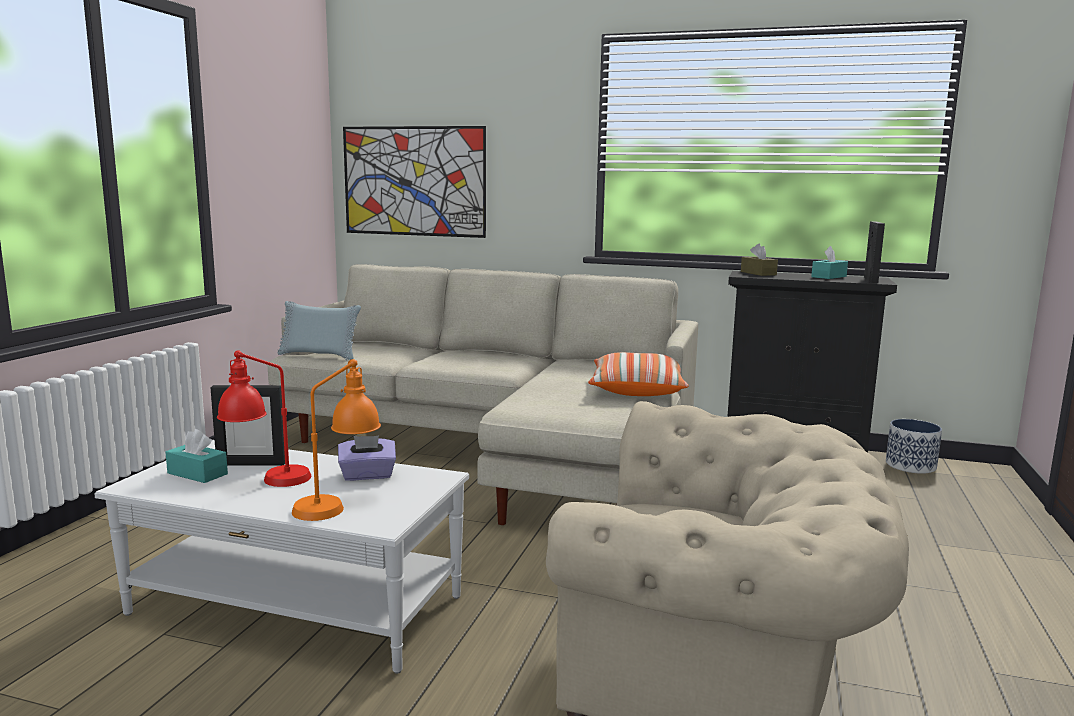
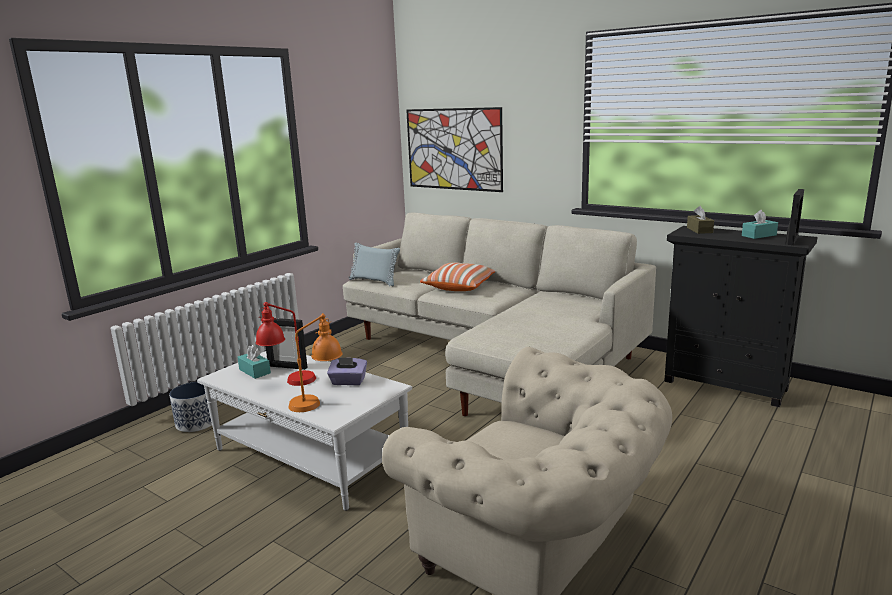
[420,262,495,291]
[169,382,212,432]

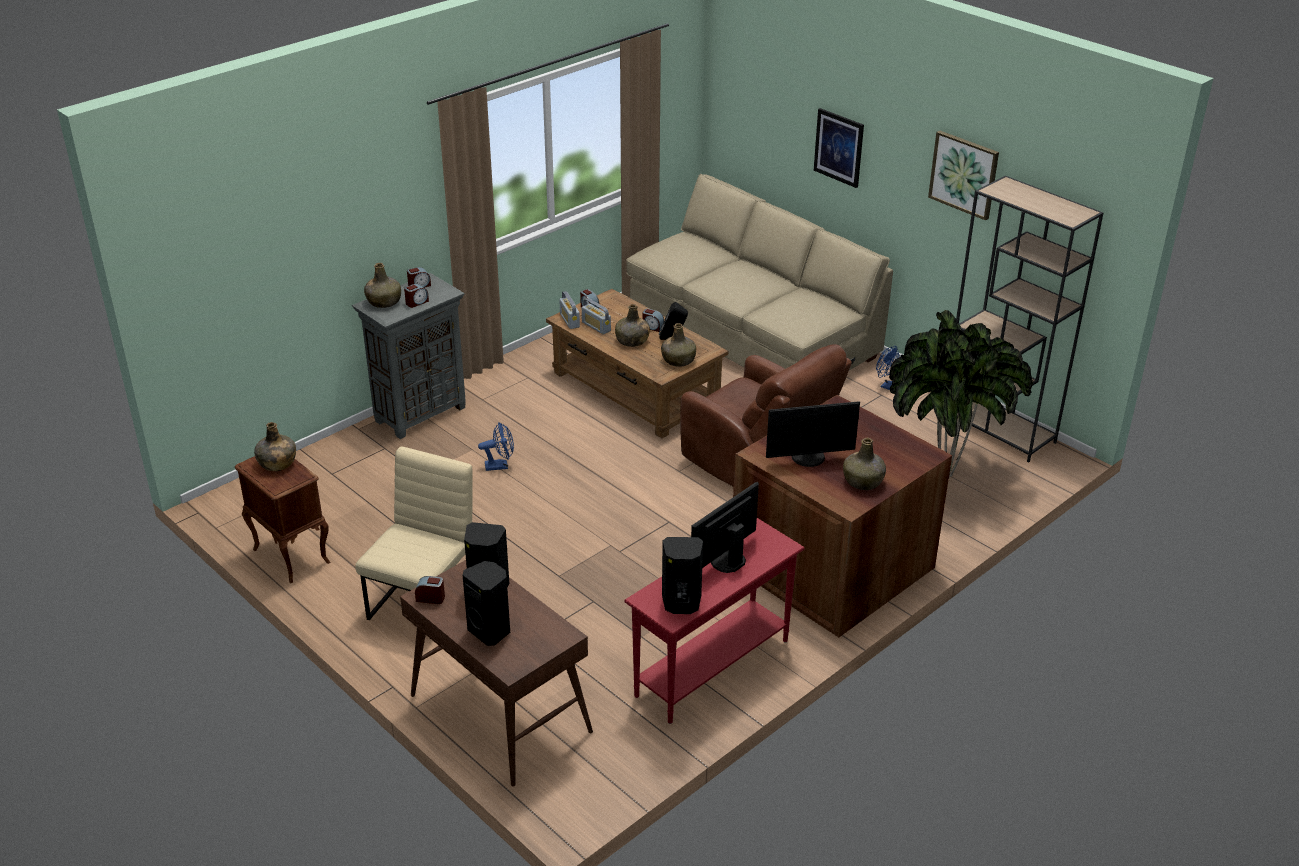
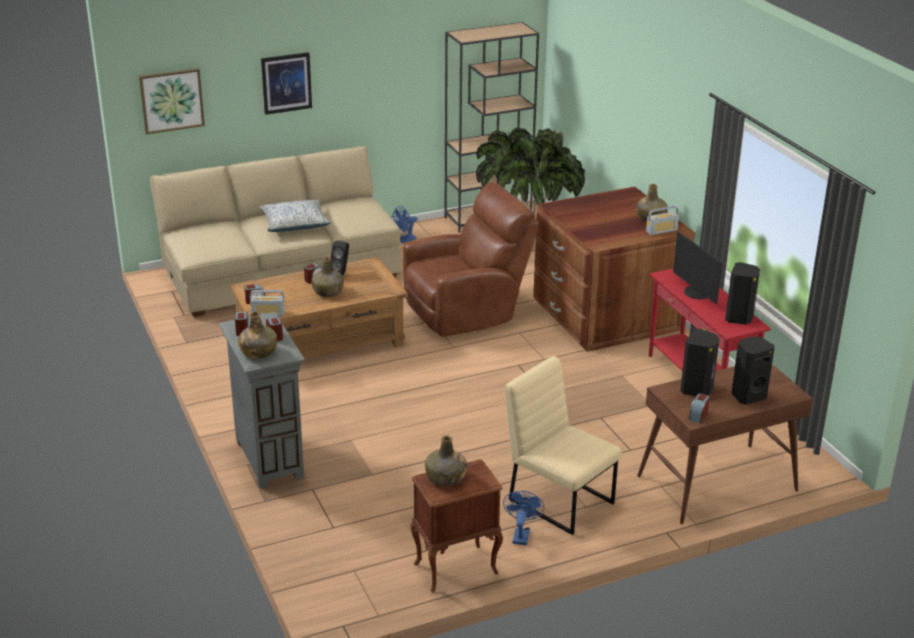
[139,68,205,134]
[646,206,679,235]
[661,323,696,367] (first image)
[766,401,860,467] (first image)
[503,491,544,545]
[259,199,331,232]

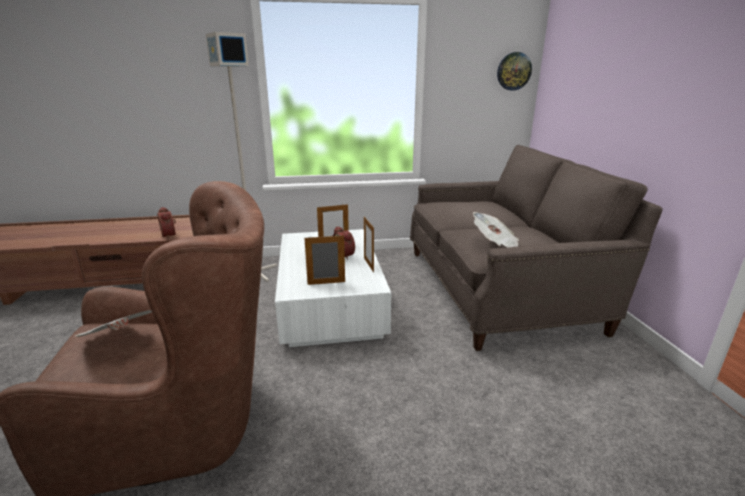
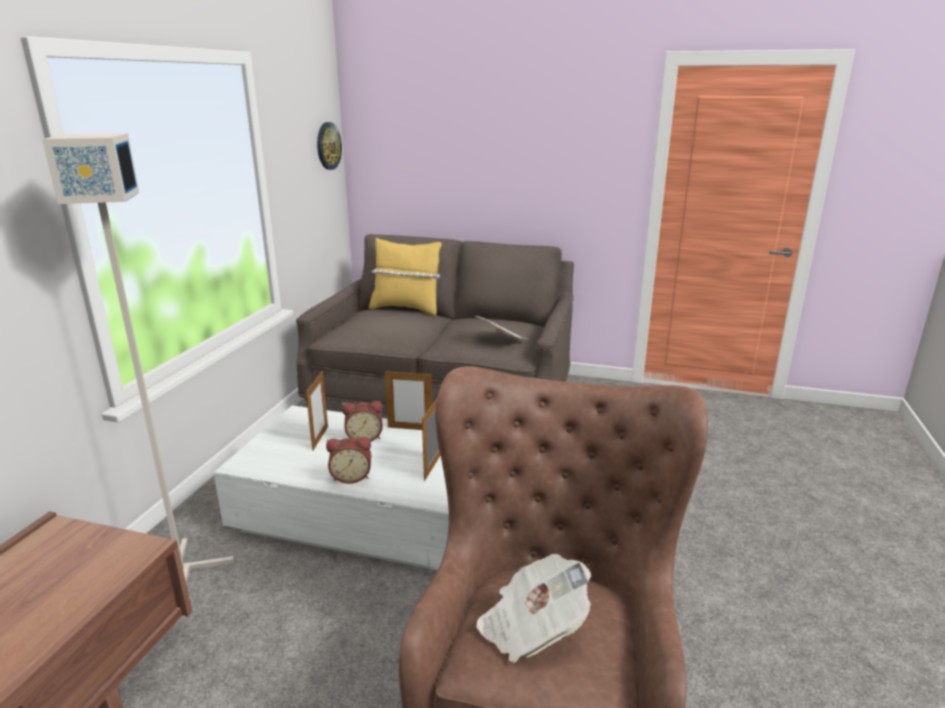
[326,437,371,484]
[369,238,442,316]

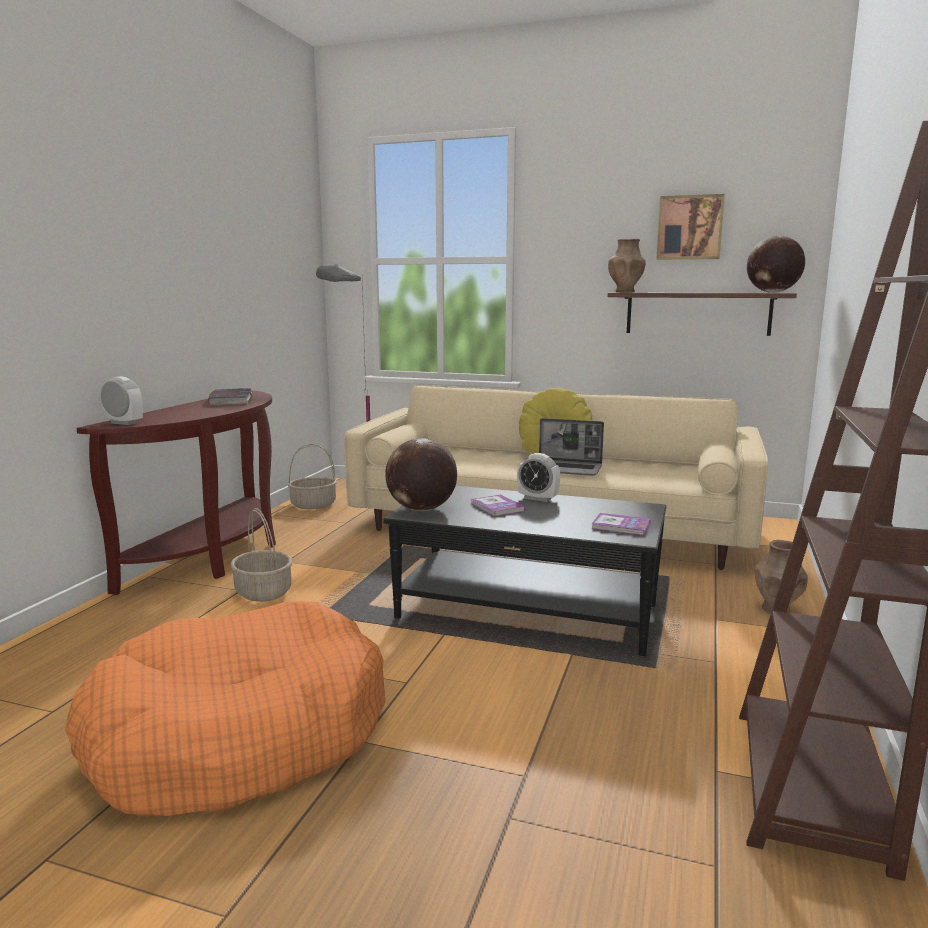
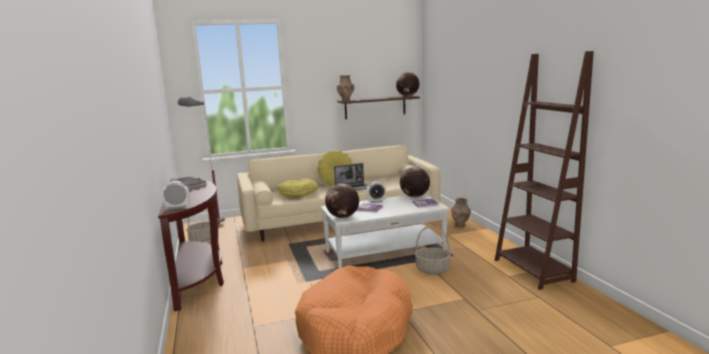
[656,194,725,260] (first image)
[321,194,450,269]
[415,226,451,275]
[400,167,430,197]
[277,179,318,197]

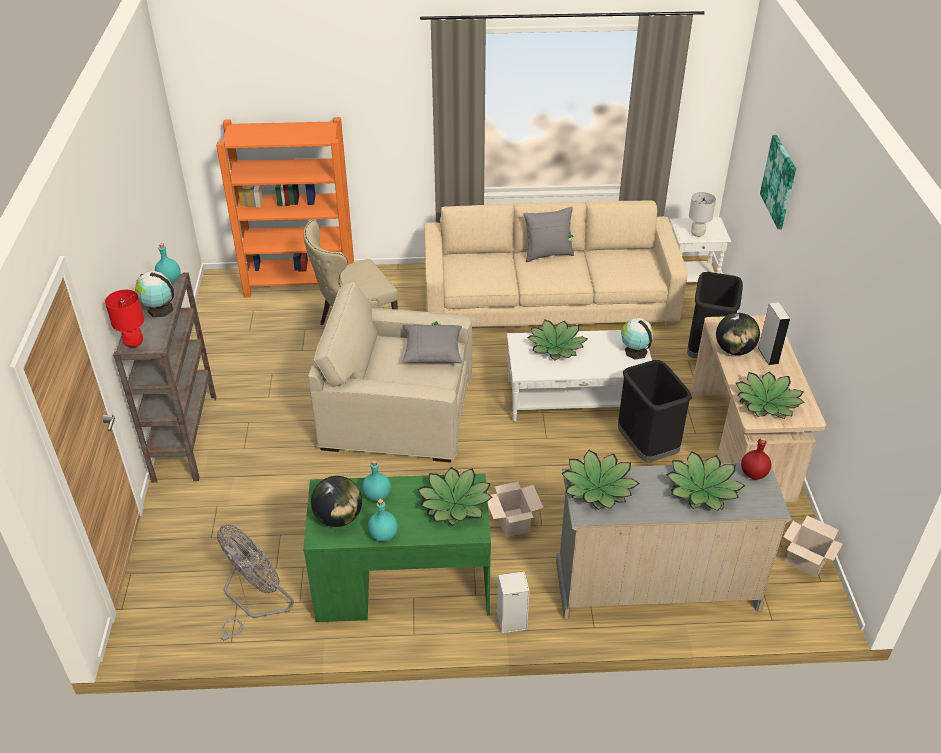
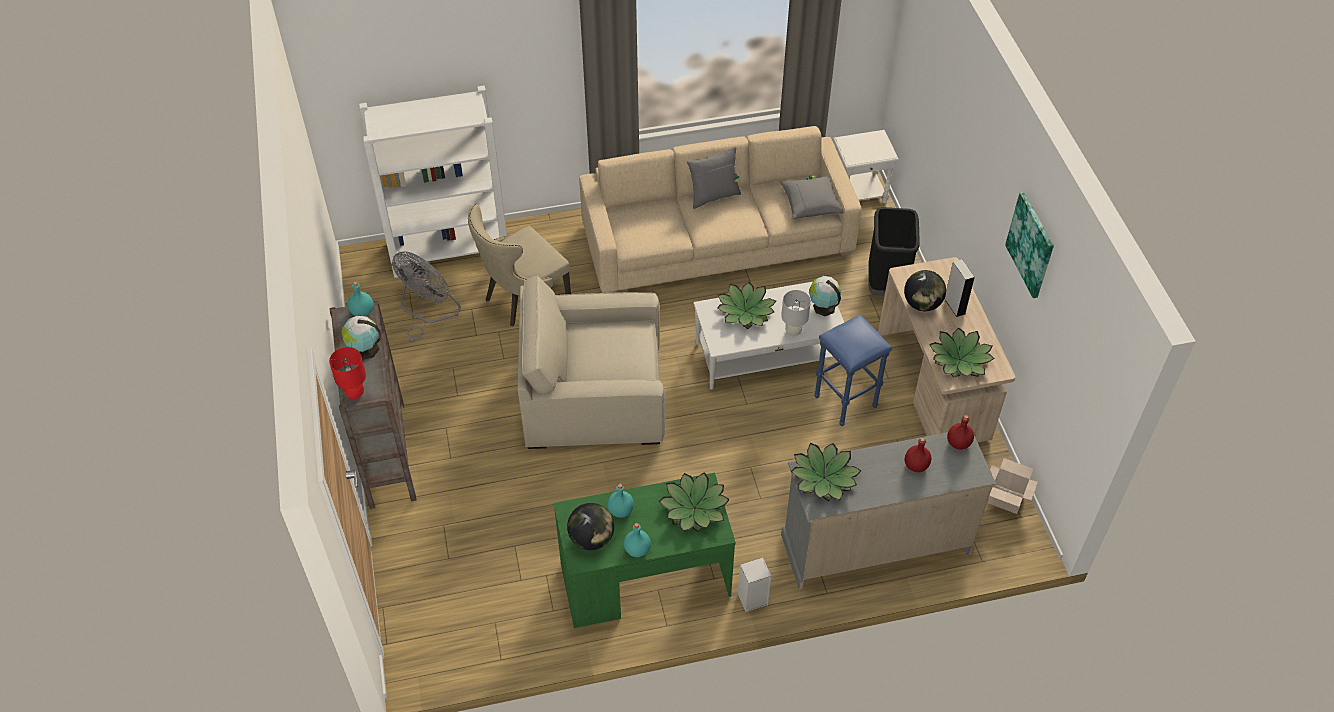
[359,86,507,278]
[1005,192,1054,298]
[781,290,811,336]
[780,175,844,219]
[814,315,892,426]
[905,438,931,472]
[488,482,544,537] (first image)
[391,251,461,343]

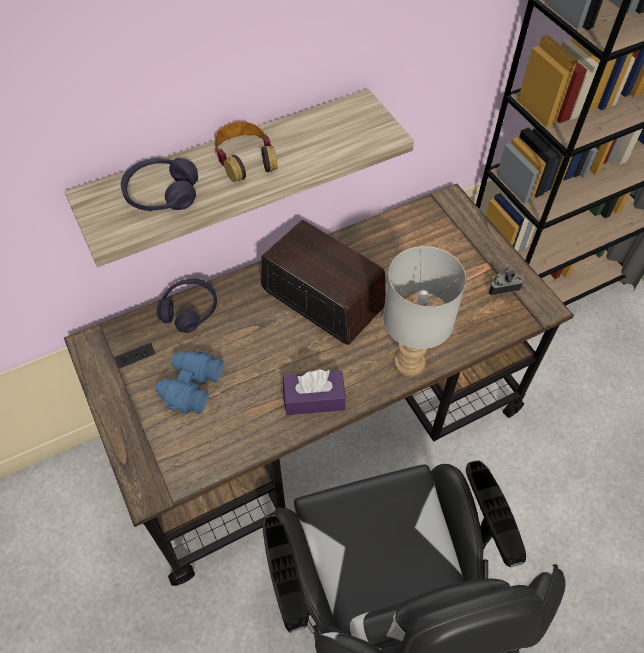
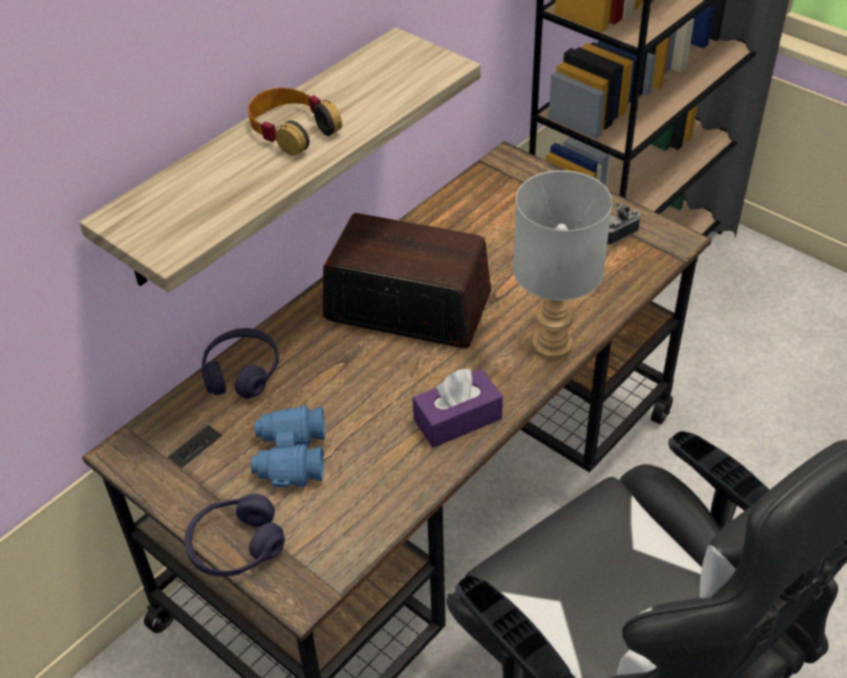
[184,494,285,577]

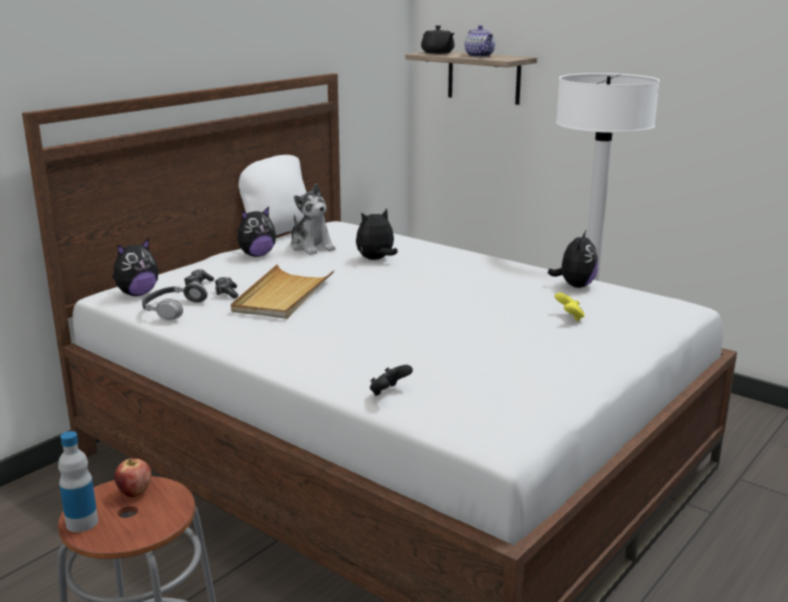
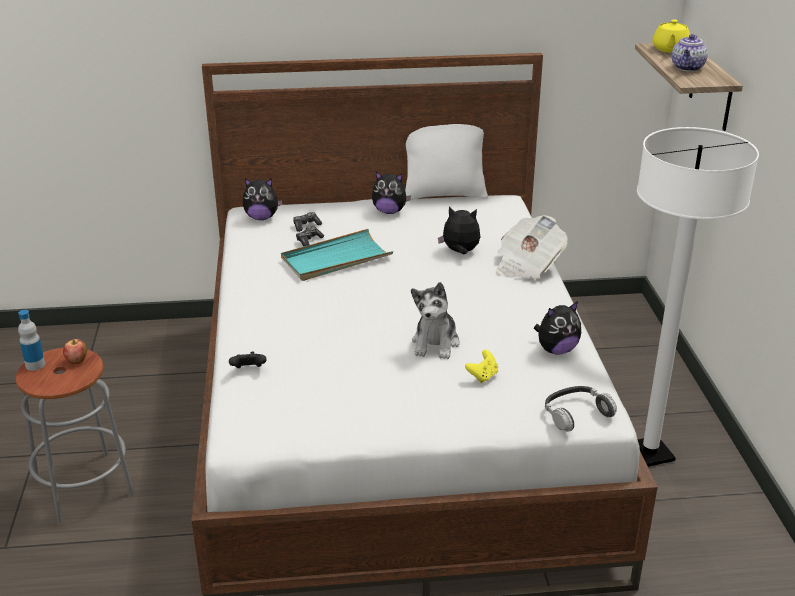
[652,19,690,53]
[411,282,460,359]
[281,229,393,281]
[545,386,617,432]
[496,215,568,279]

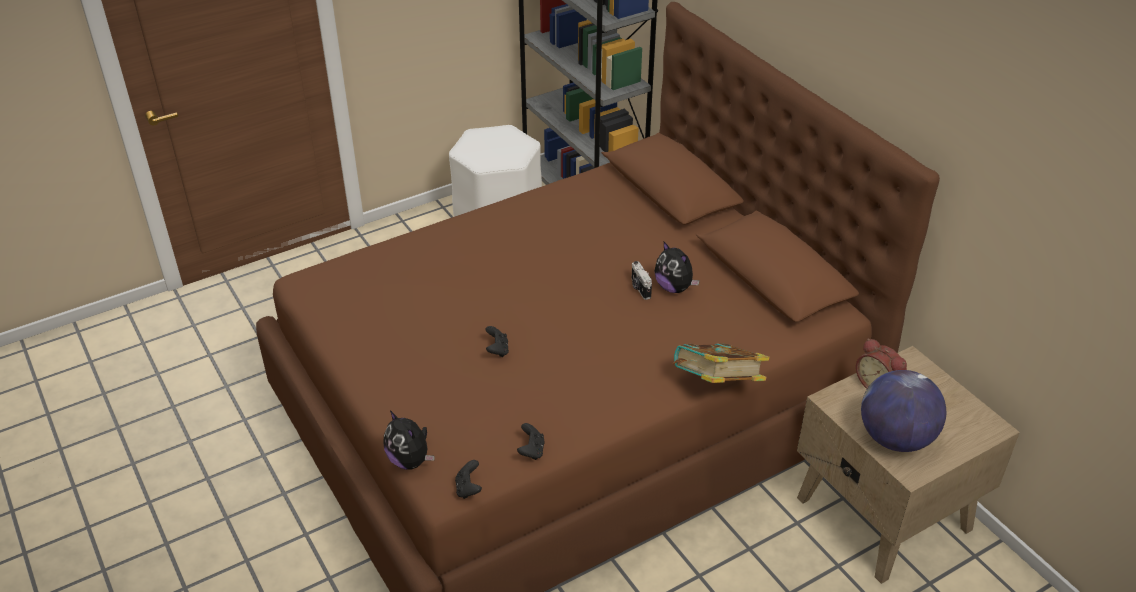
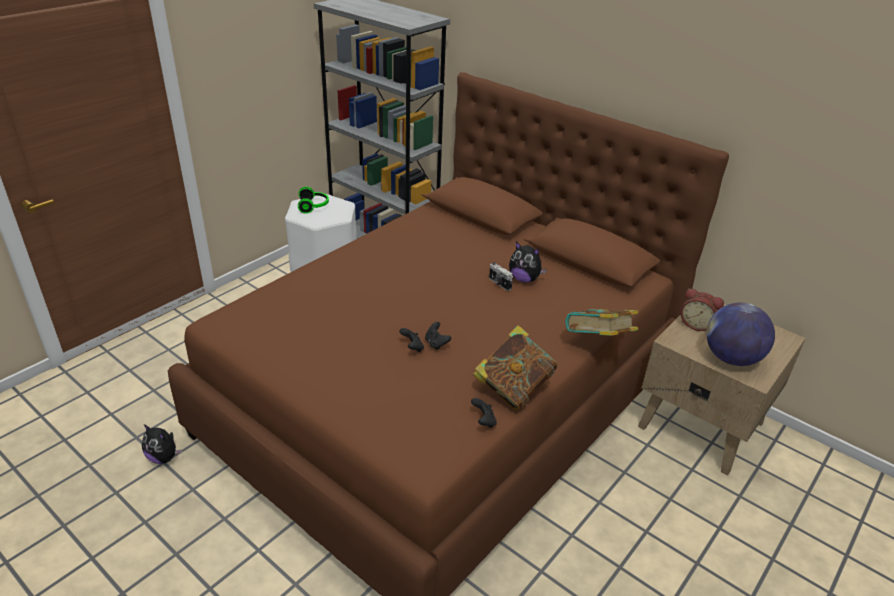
[142,424,182,464]
[425,322,451,350]
[298,187,329,214]
[473,325,557,410]

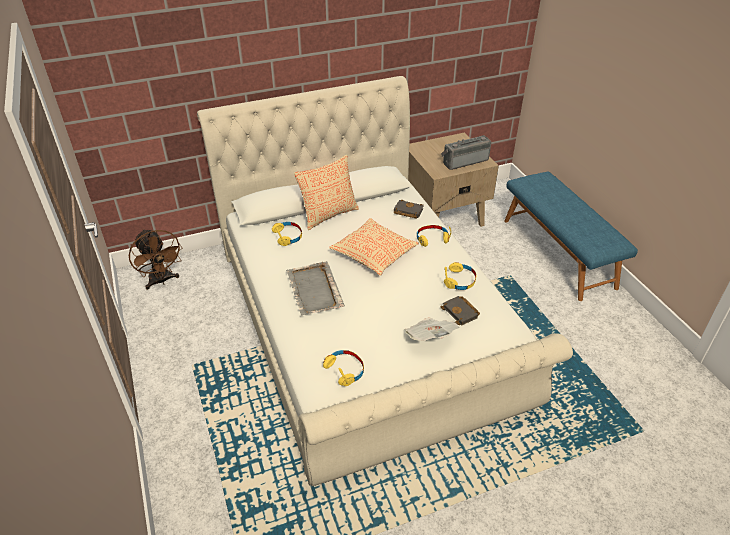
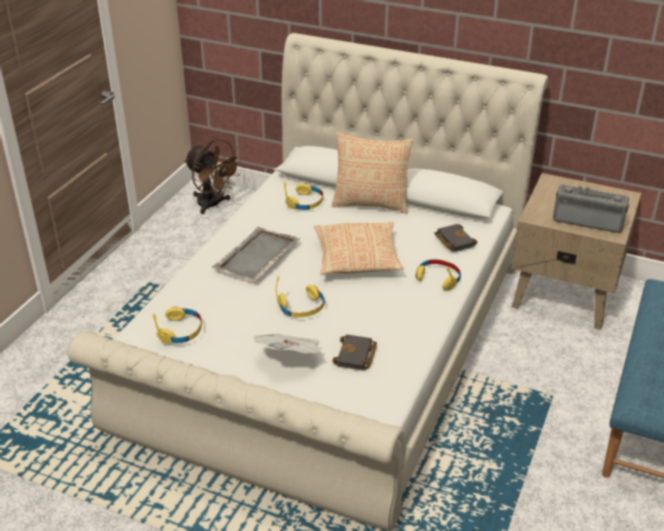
[184,139,243,214]
[276,276,325,318]

